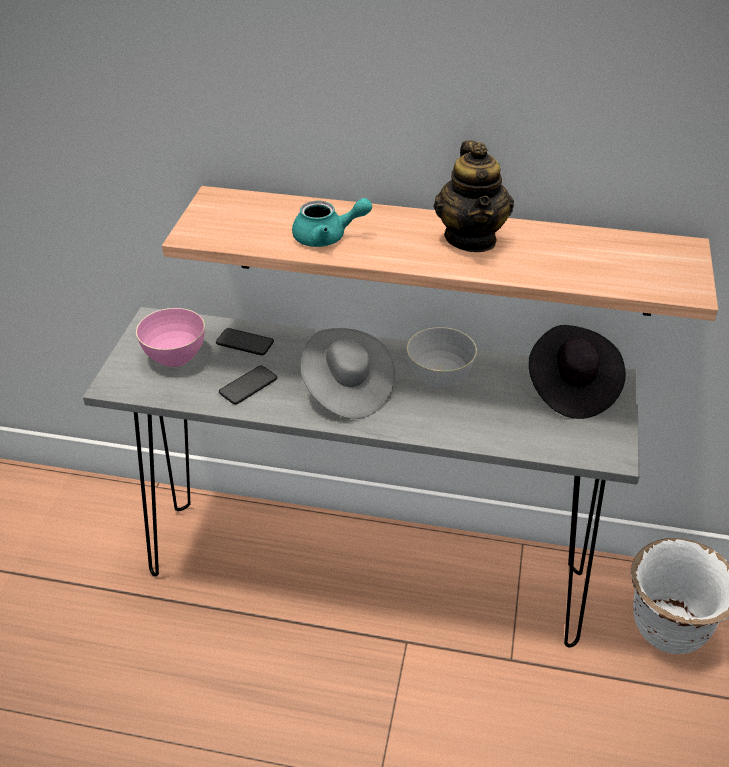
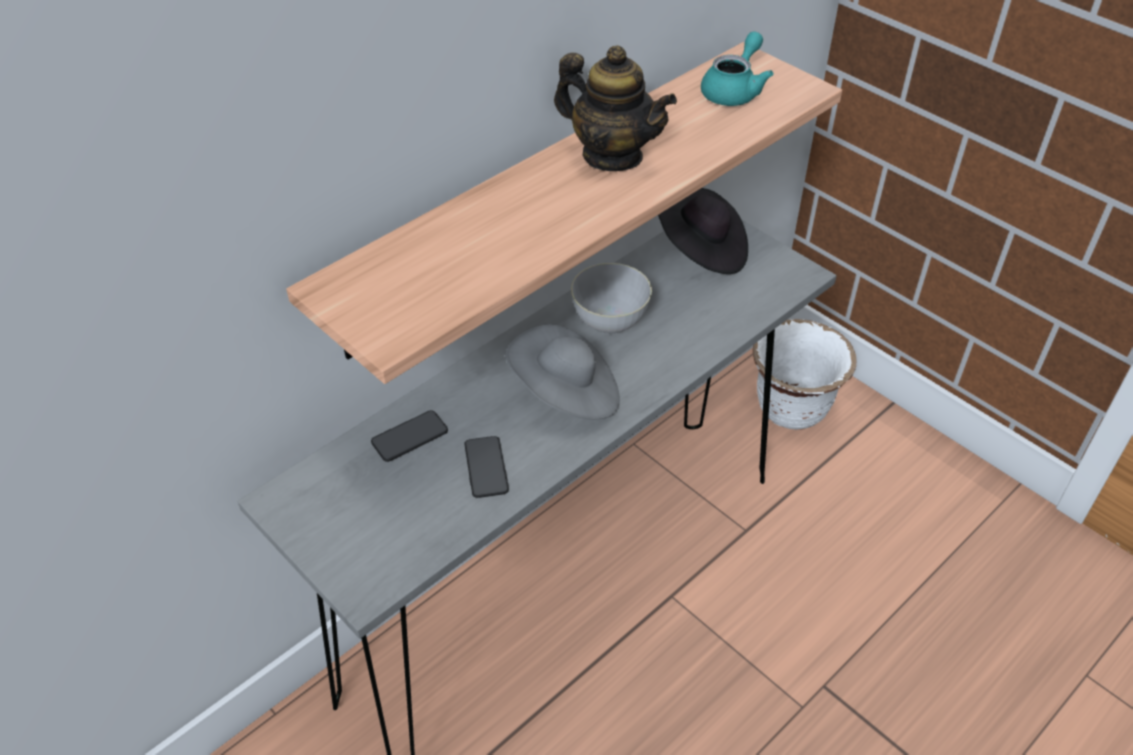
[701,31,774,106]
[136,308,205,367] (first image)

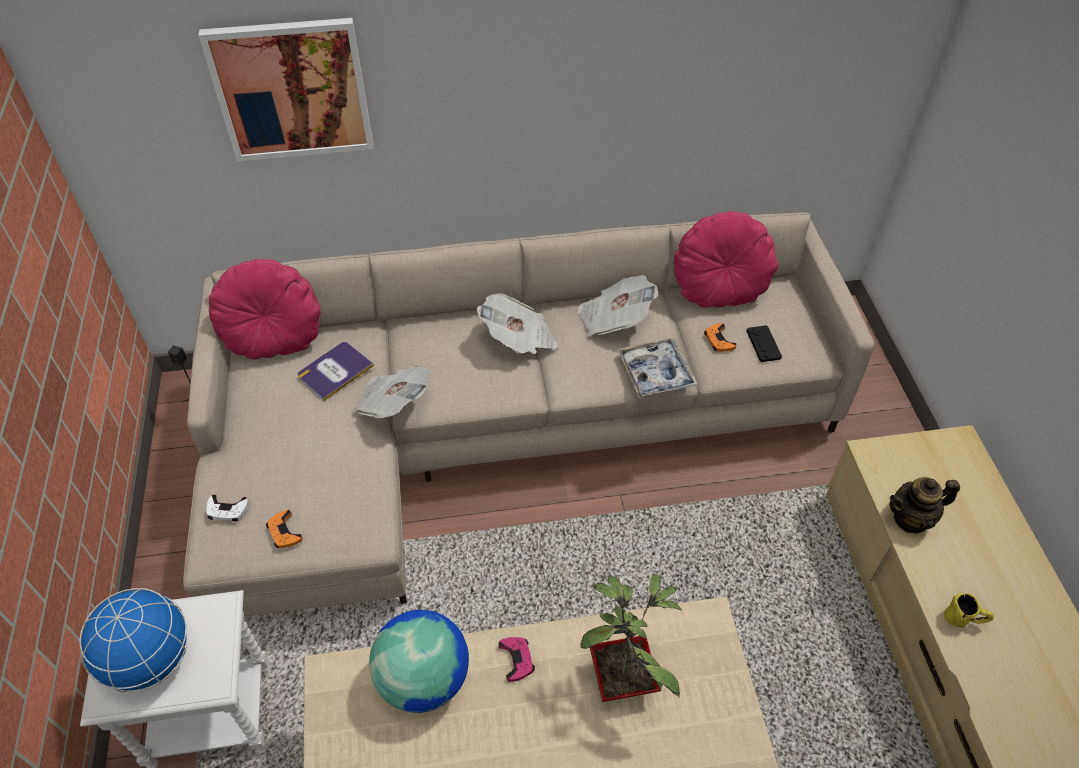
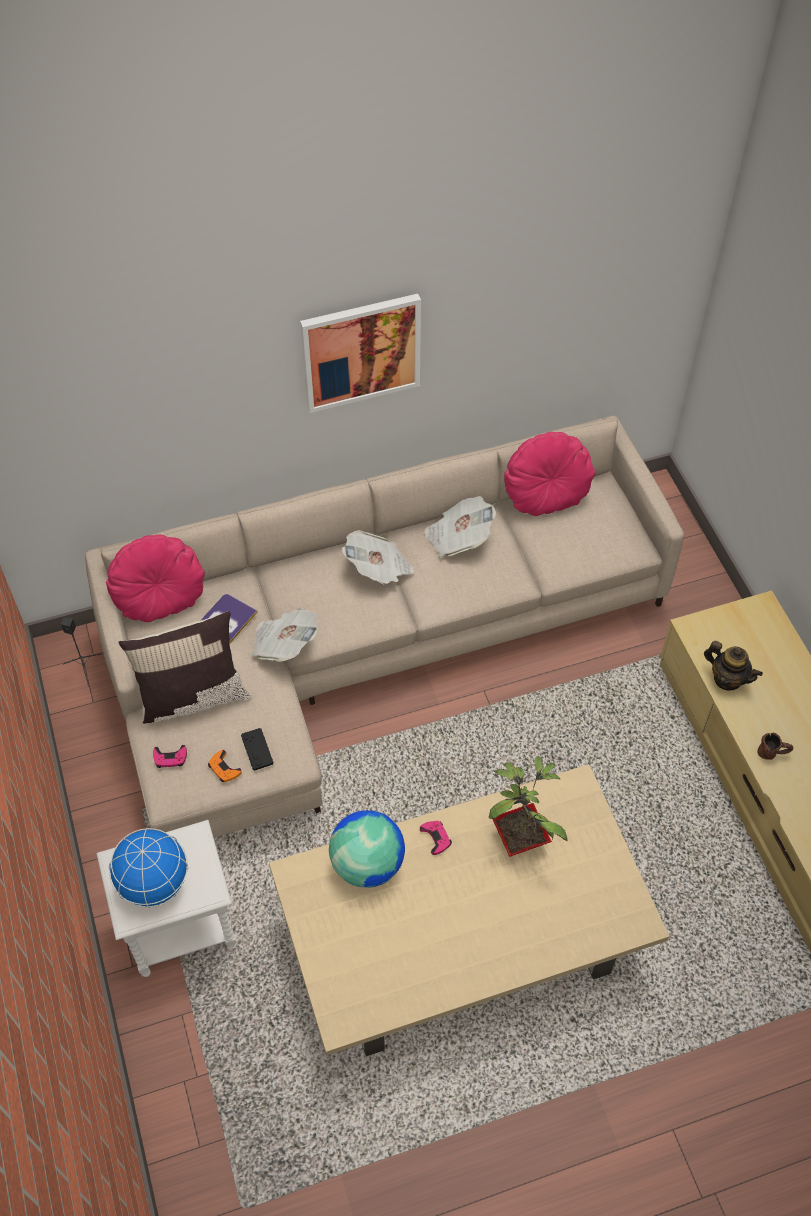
[300,294,421,413]
[704,323,736,352] (first image)
[241,728,273,771]
[617,338,698,398] (first image)
[704,641,763,690]
[153,745,187,768]
[757,733,793,760]
[118,611,251,724]

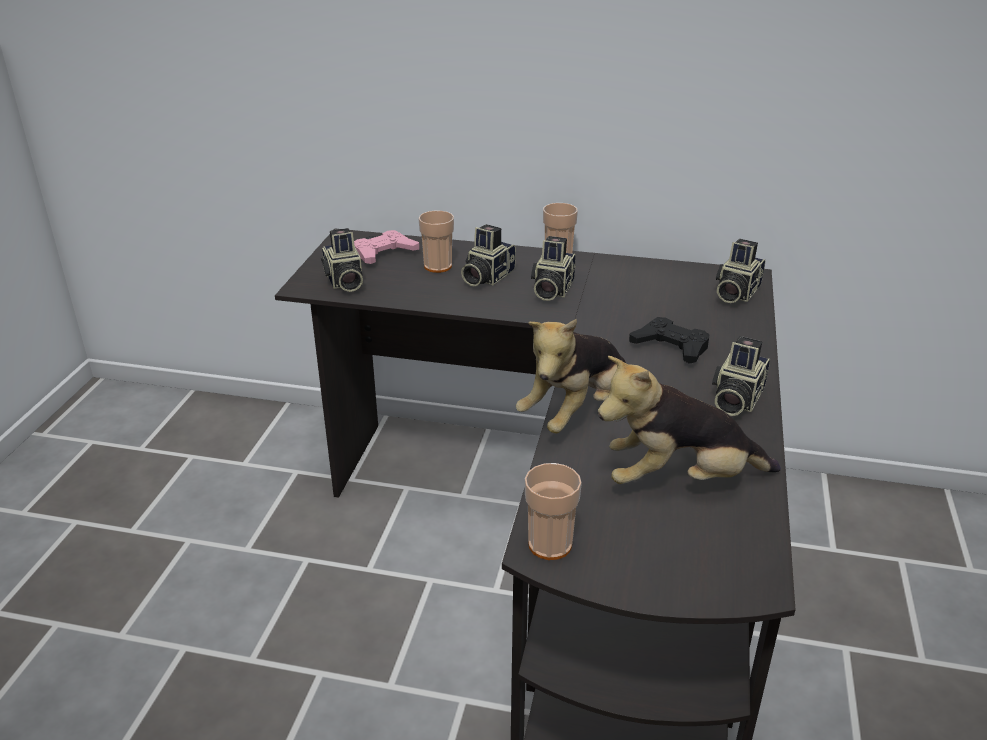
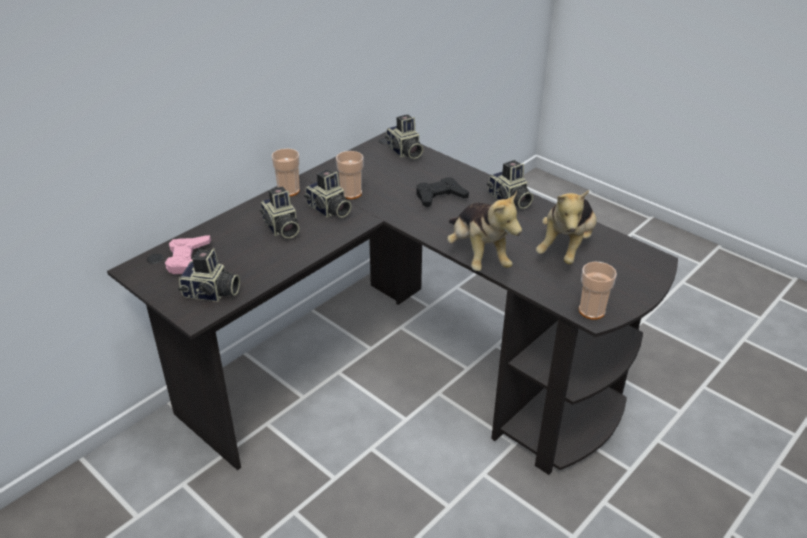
[336,151,364,199]

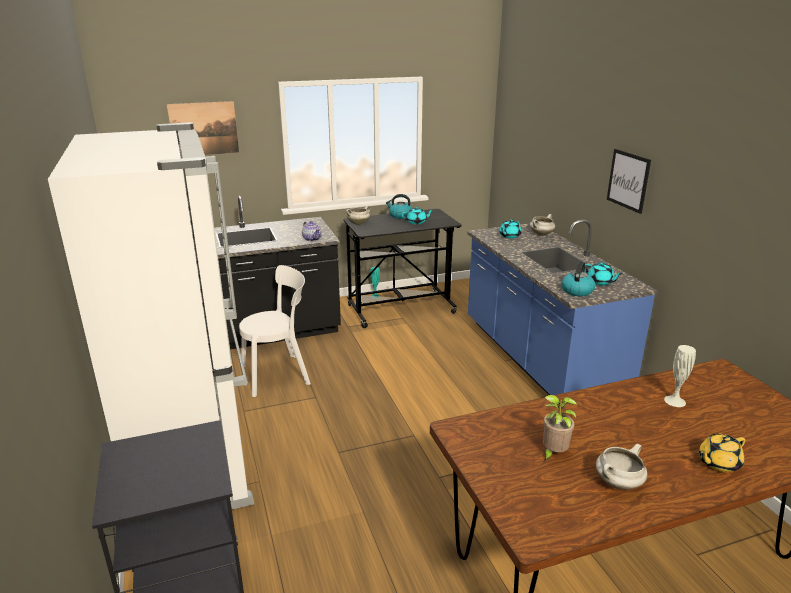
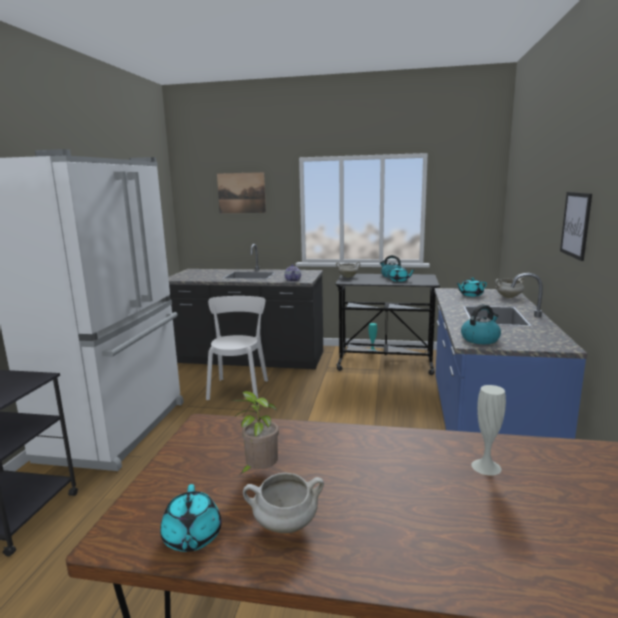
[160,484,222,552]
[206,296,268,400]
[699,434,746,472] (first image)

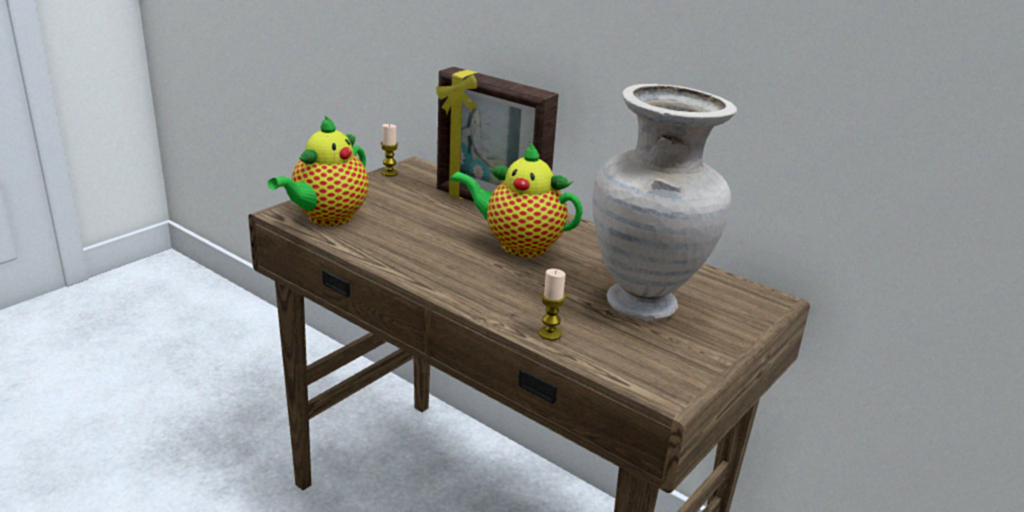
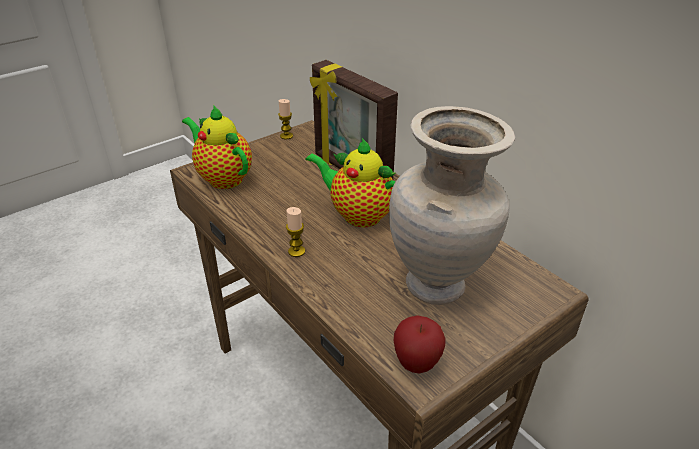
[182,105,252,189]
[286,207,305,257]
[394,315,446,373]

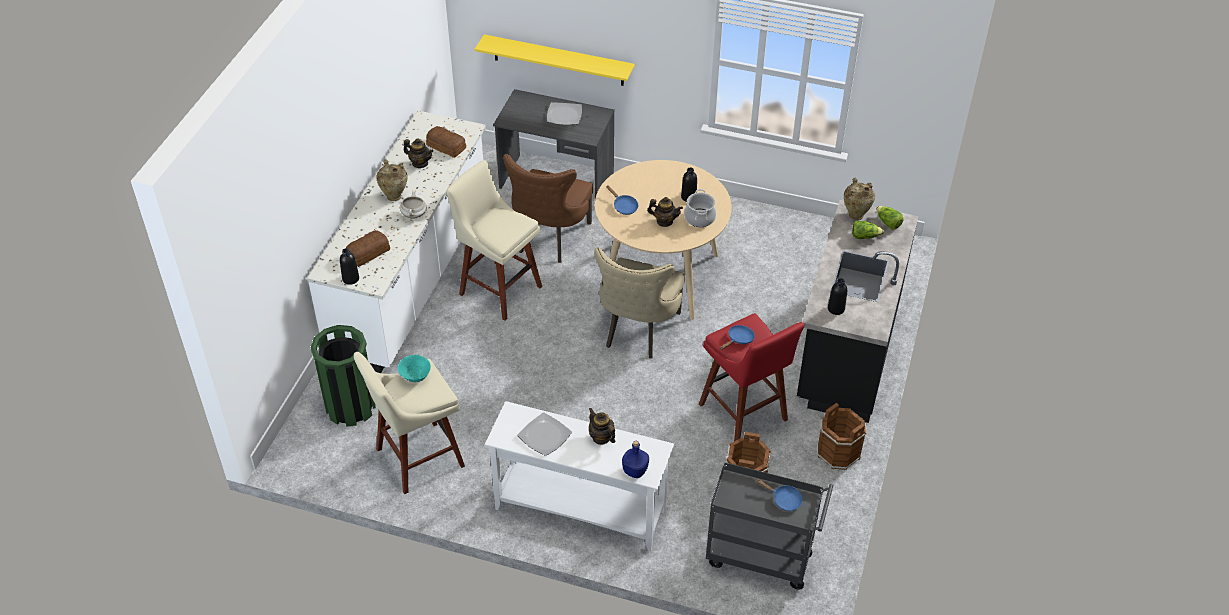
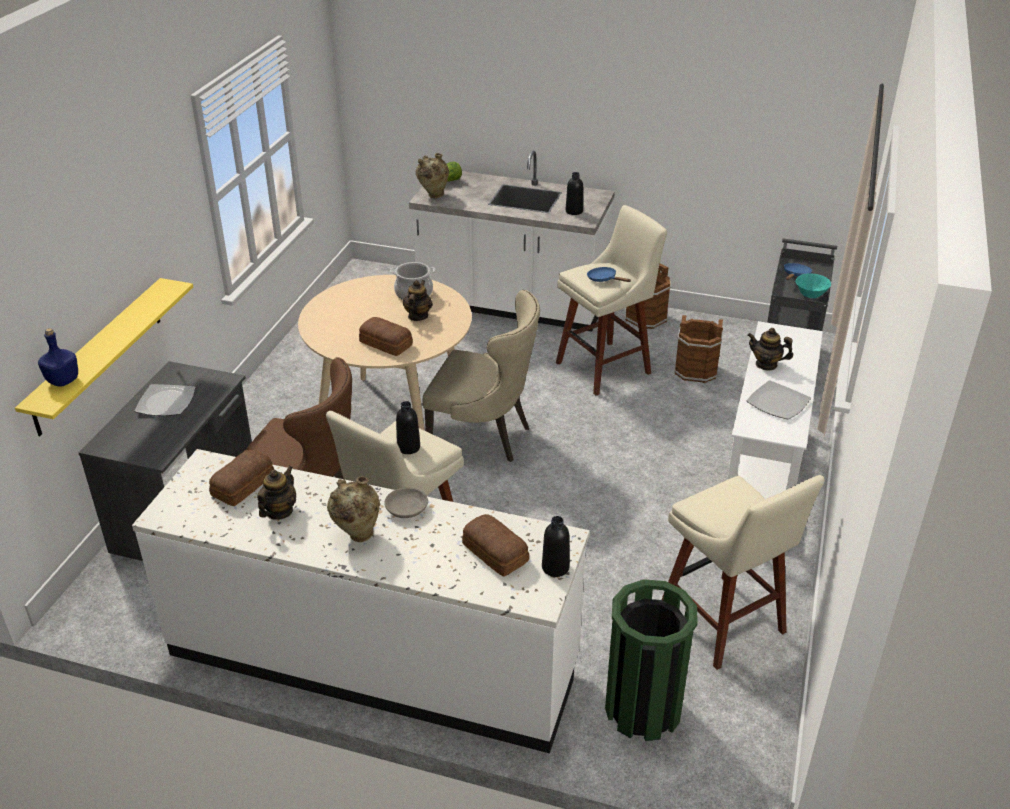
[396,401,420,454]
[359,317,413,356]
[384,488,428,518]
[409,151,615,332]
[852,220,884,239] (first image)
[556,205,667,395]
[795,273,831,298]
[747,328,793,371]
[38,328,78,387]

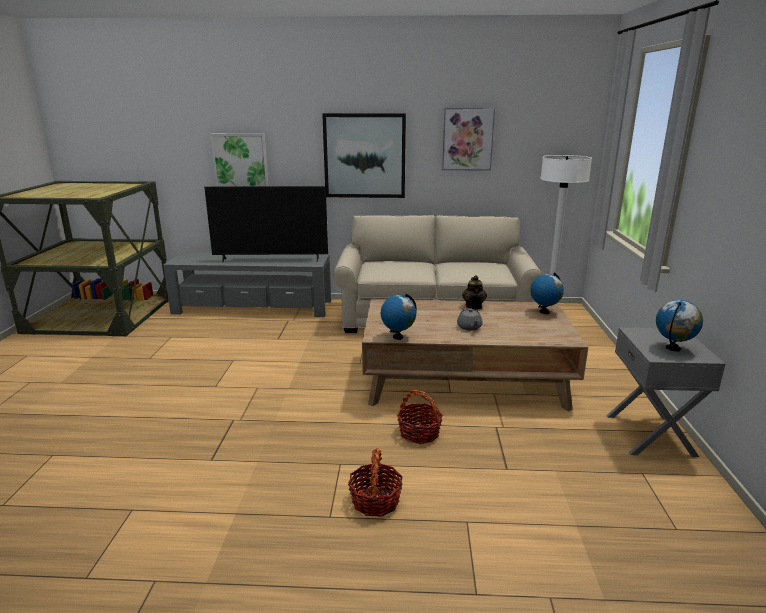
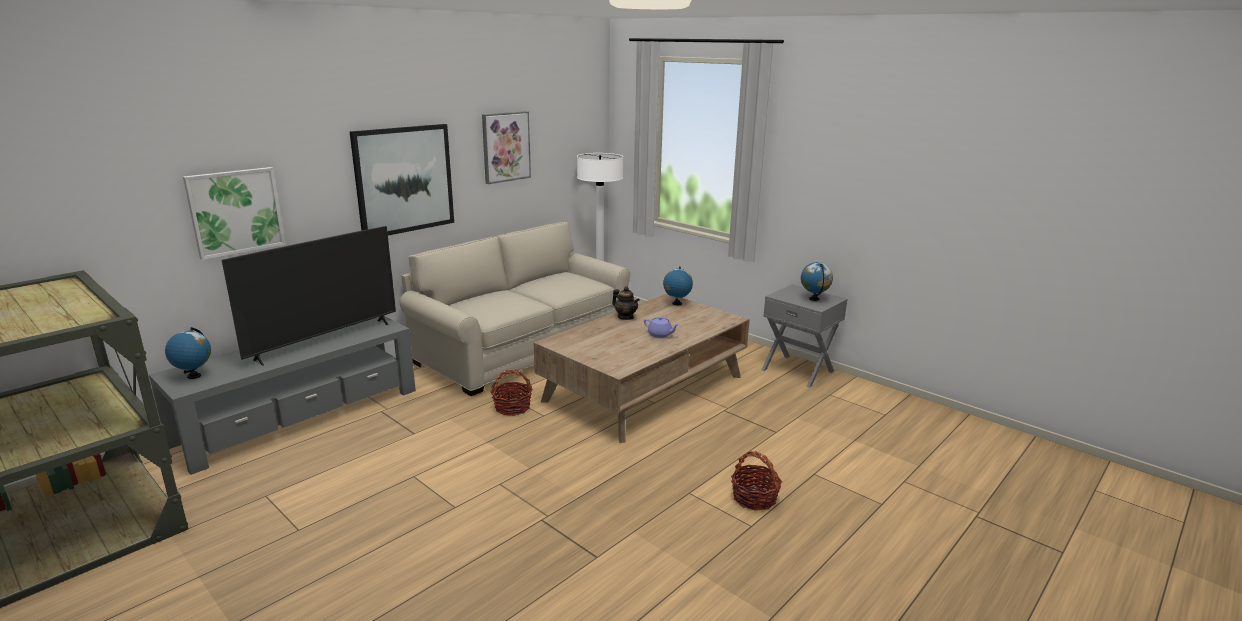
[165,327,211,379]
[644,316,678,338]
[490,369,533,416]

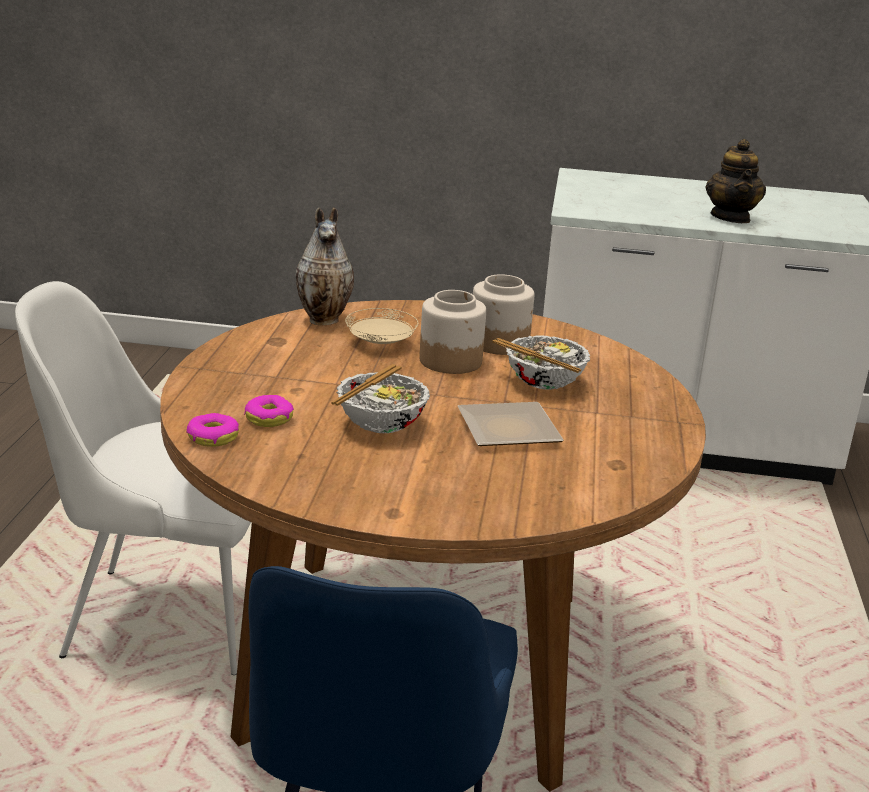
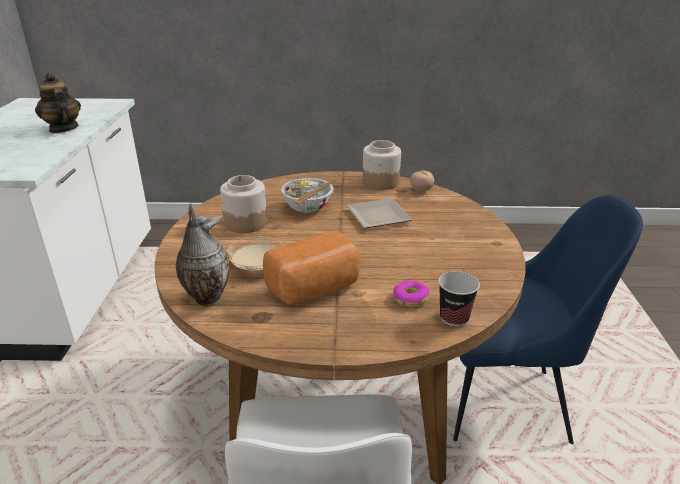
[35,72,81,133]
[363,140,401,190]
[332,364,430,433] (first image)
[439,271,480,327]
[410,170,434,192]
[263,231,360,305]

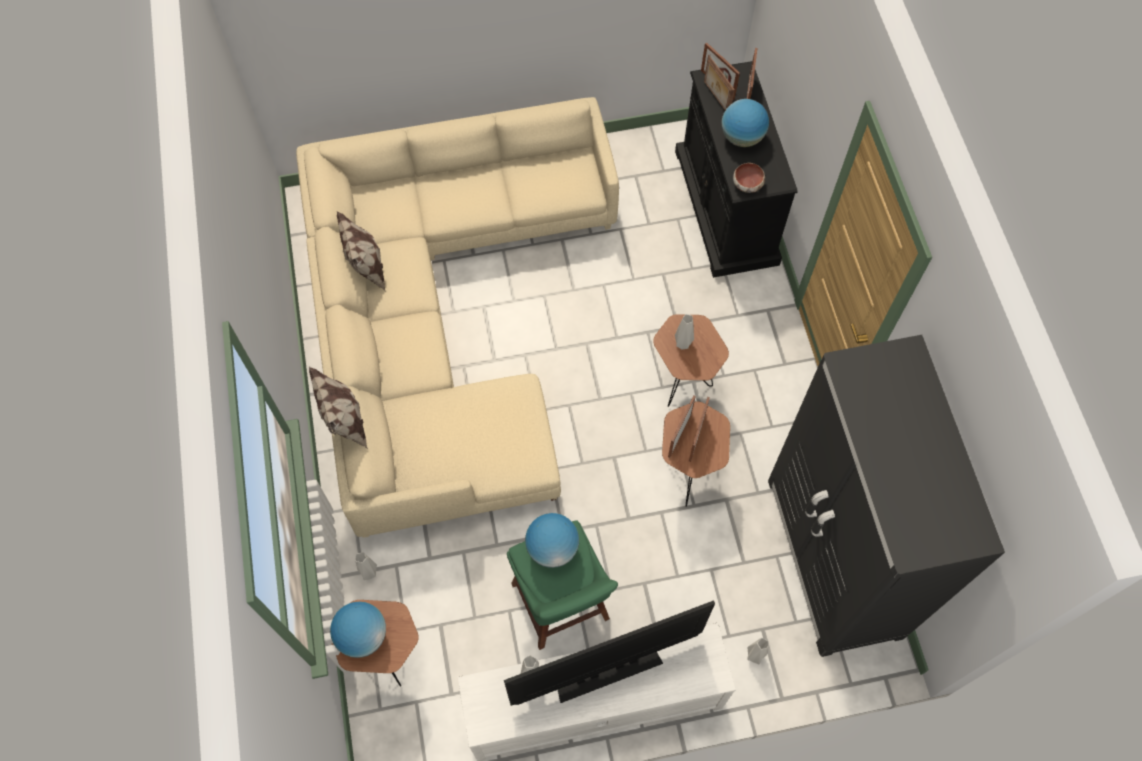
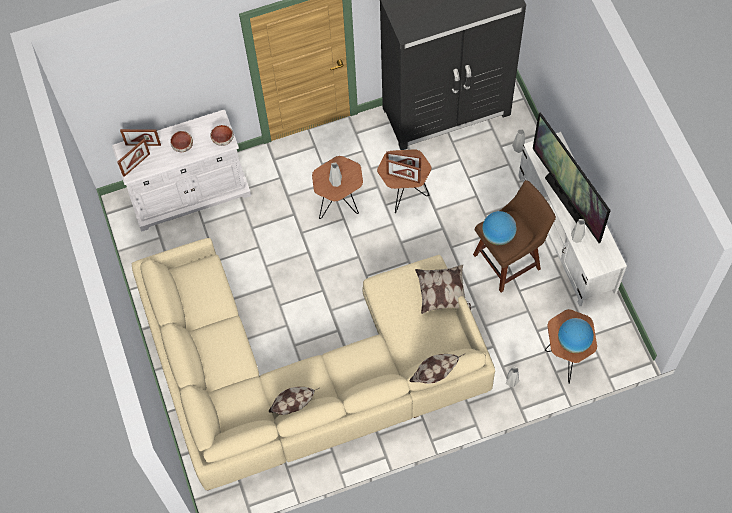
[704,55,735,110] (first image)
[112,110,251,232]
[170,131,193,152]
[473,180,556,293]
[415,265,471,314]

